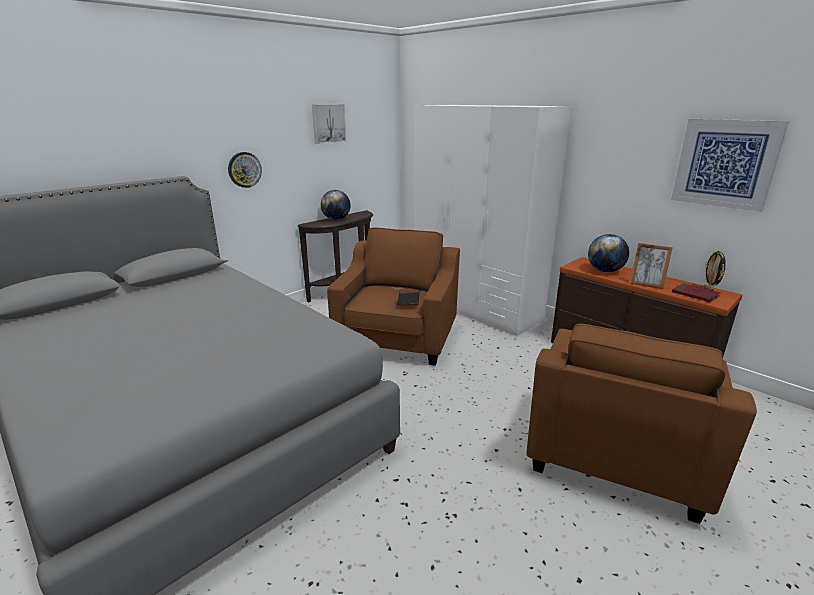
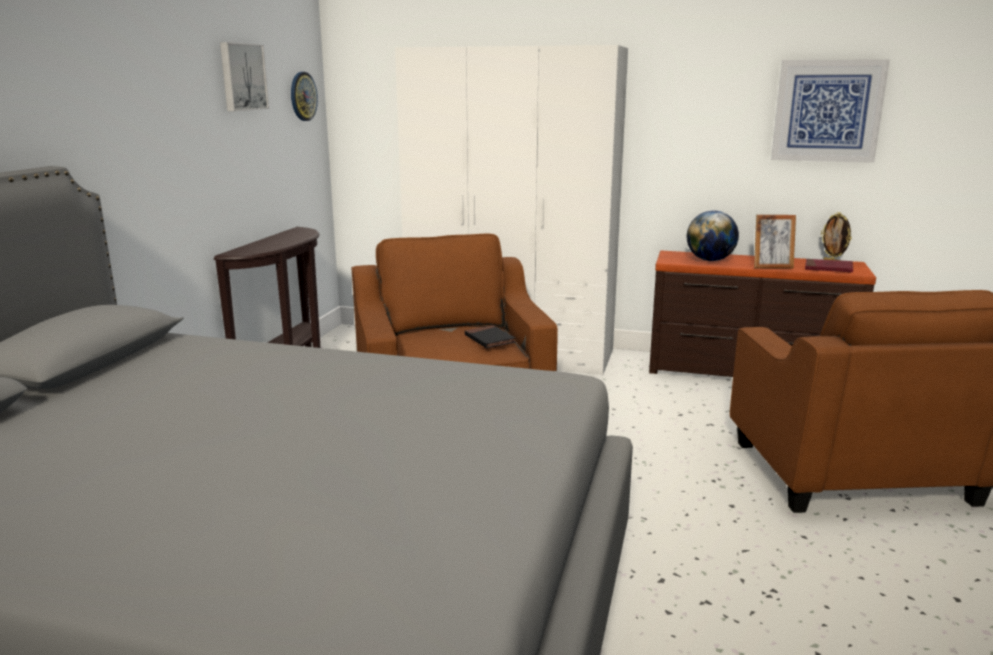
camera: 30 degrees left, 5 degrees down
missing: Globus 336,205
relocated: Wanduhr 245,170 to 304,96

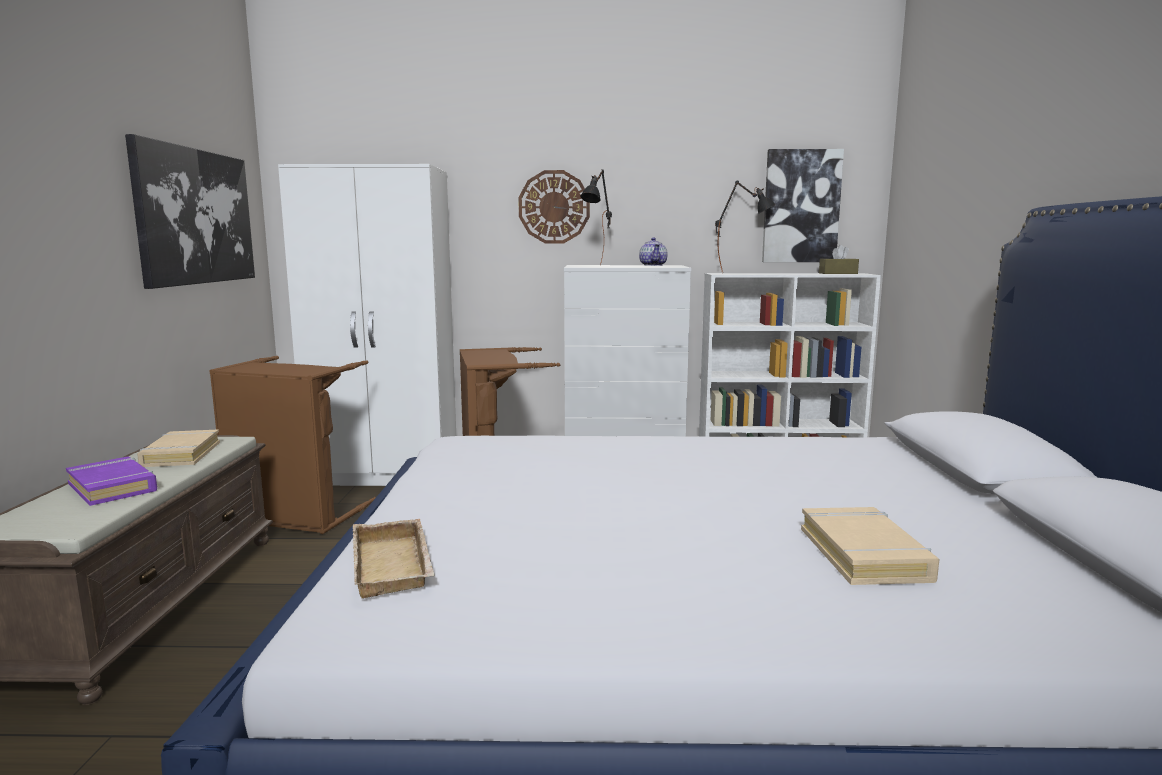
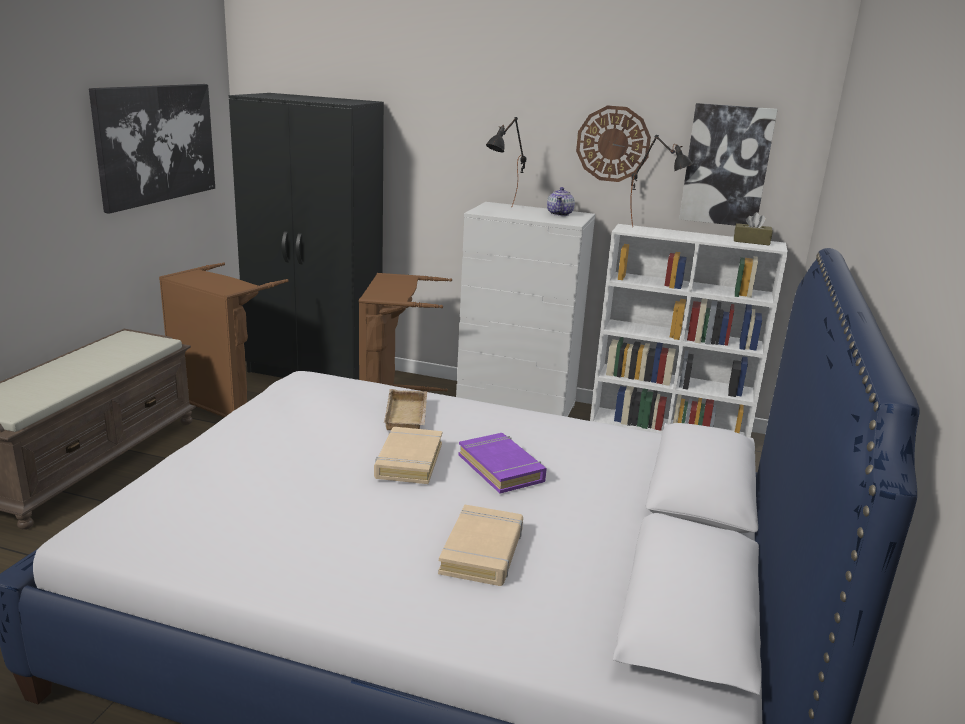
camera: 15 degrees right, 10 degrees up
relocated: Buch/beige 178,448 to 408,455; Tablett/beige 394,559 to 405,409; Buch/lila 111,481 to 503,463; Wanduhr 554,206 to 613,144
colour: Kleiderschrank/weiß 367,325 to Kleiderschrank/schwarz 306,236

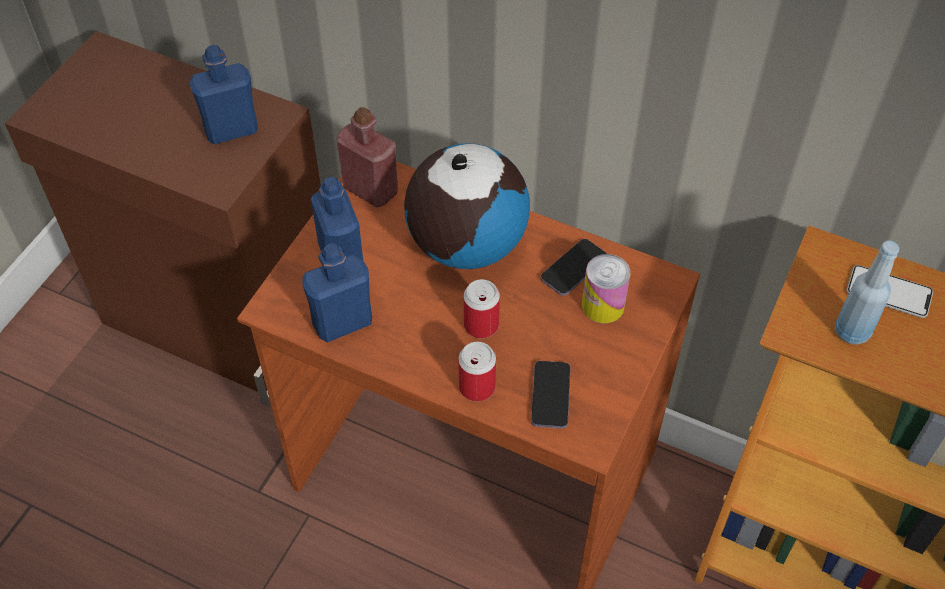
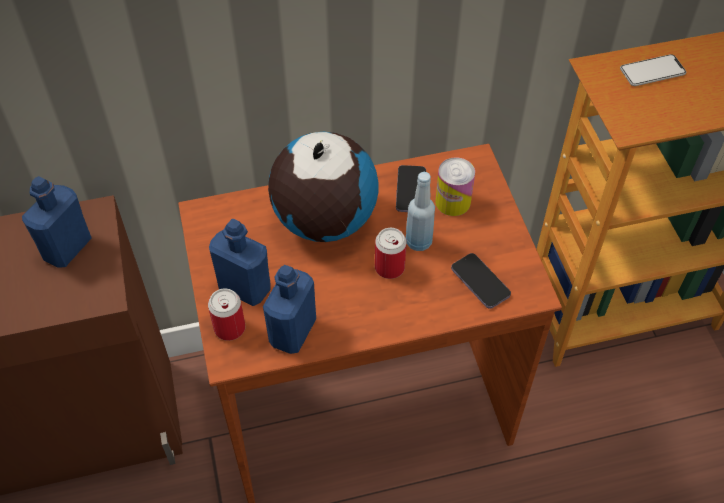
camera: 40 degrees left, 0 degrees up
missing: Flasche/rot 367,157
relocated: Dose 477,372 to 226,314; Flasche/blau 867,293 to 420,211

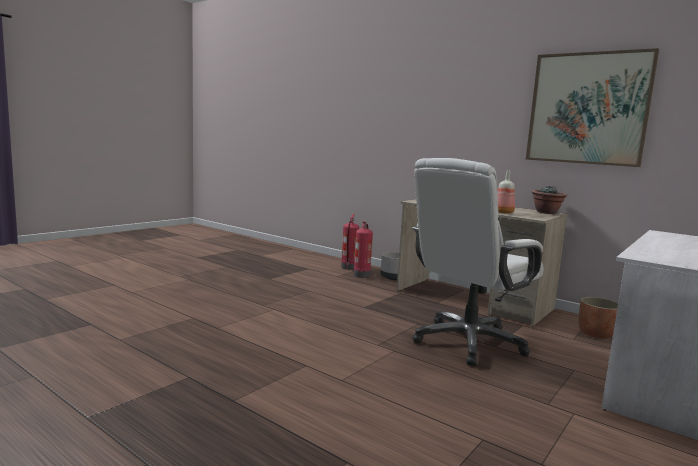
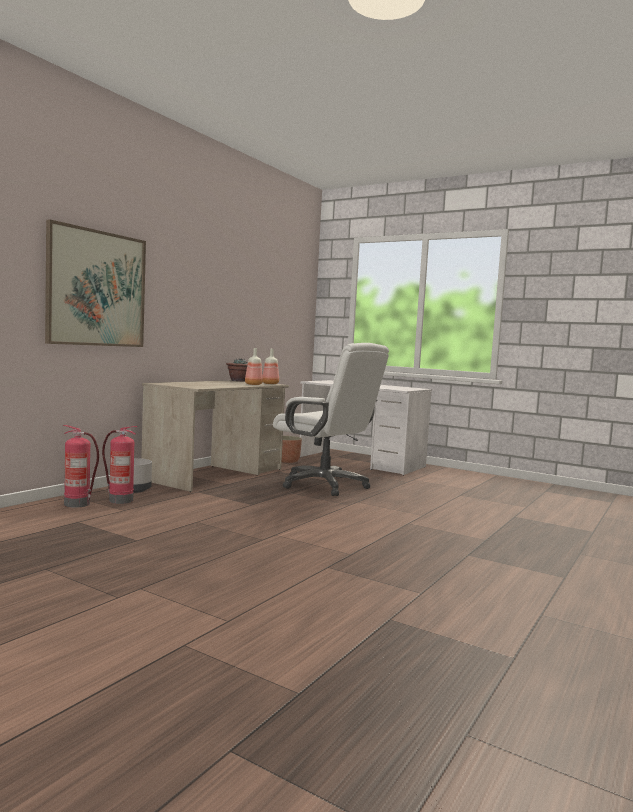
camera: 95 degrees left, 5 degrees down
appeared: Flasche 271,366
relocated: Bild 592,107 to 95,283

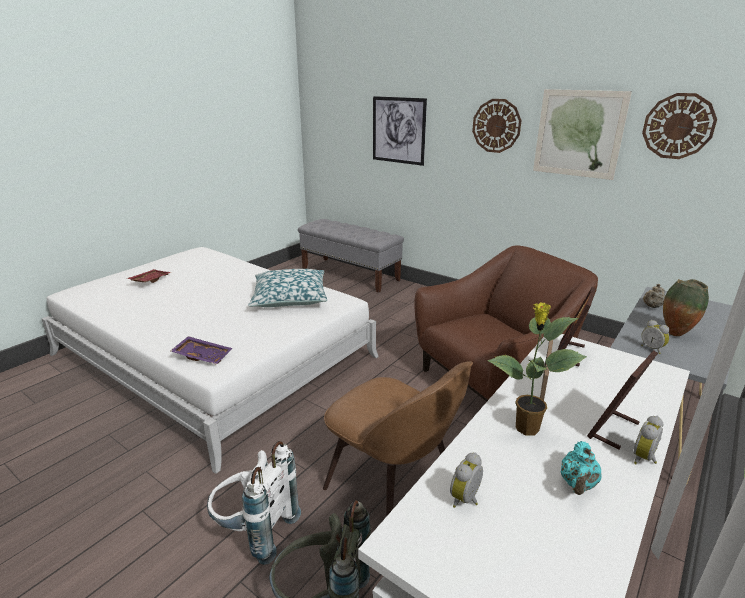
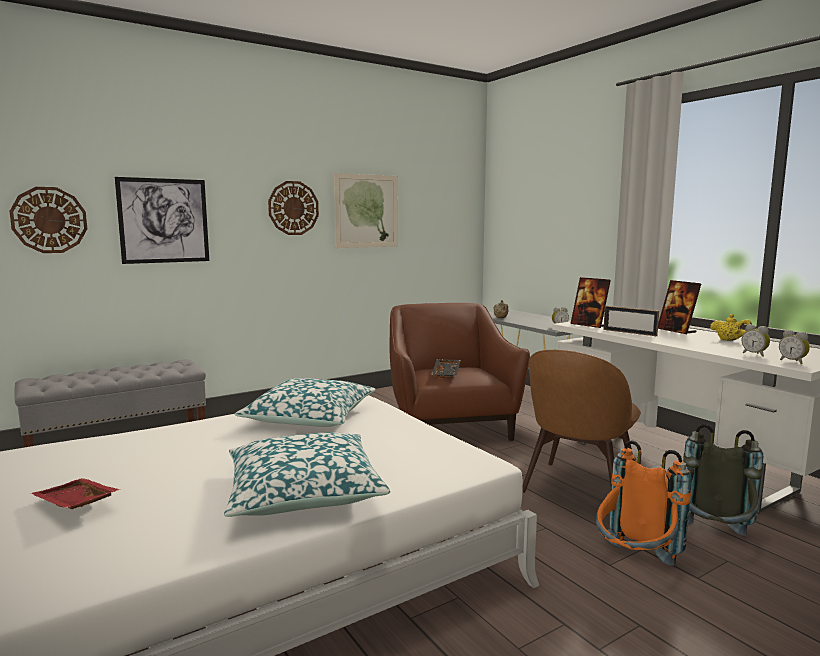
camera: 70 degrees left, 15 degrees down
missing: Tablett/lila 201,350; Topfpflanze 537,369; Vase 686,307
appeared: Kissen 307,474; Tablett/schwarz 446,368
relocated: Wanduhr 679,126 to 48,220; Wecker 648,440 to 794,347
colour: Rucksack/weiß 254,503 to Rucksack/orange 644,503; Teekanne/türkis 581,468 to Teekanne/gelb 731,327
spun: Stuhl/braun 398,439 = 581,421 150 degrees clockwise

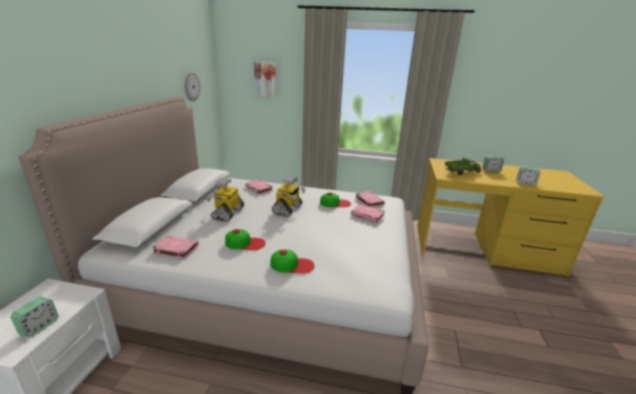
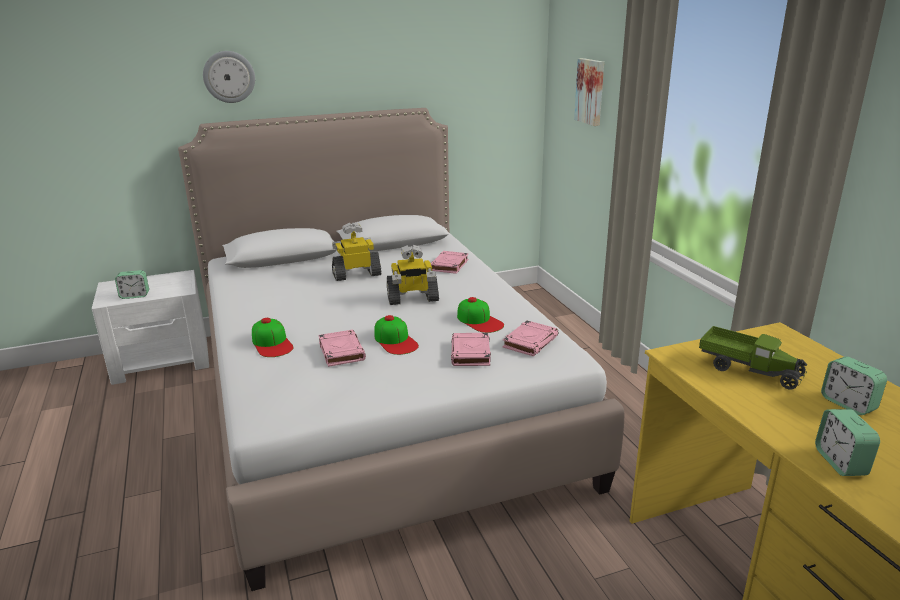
camera: 60 degrees right, 0 degrees up
relocated: Wanduhr 192,87 to 229,77; Buch/rosa 175,247 to 342,348; Kappe 245,239 to 396,335

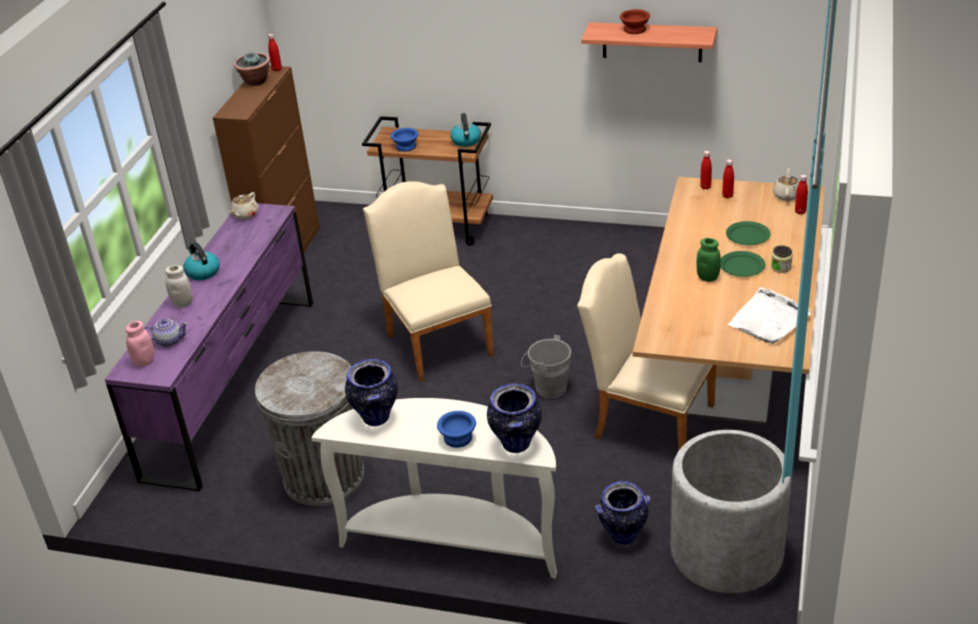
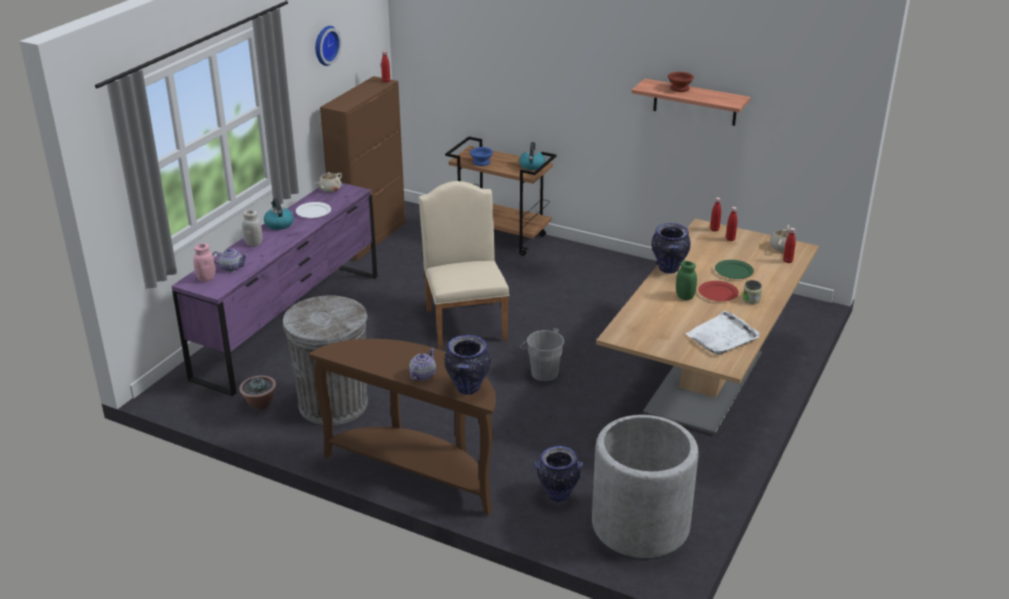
camera: 10 degrees right, 5 degrees down
missing: Stuhl/beige 646,352
appeared: Teller/weiß 313,210; Wanduhr 328,46
relocated: Topfpflanze 251,69 to 257,393; Vase 371,392 to 671,248
exchanged: Schüssel/blau 456,429 to Teekanne 422,364
colour: Konsolentisch/weiß 434,488 to Konsolentisch/braun 402,427; Teller/grün 742,264 to Teller/rot 719,291

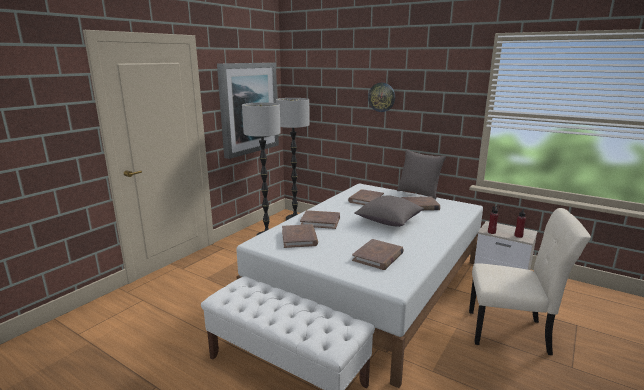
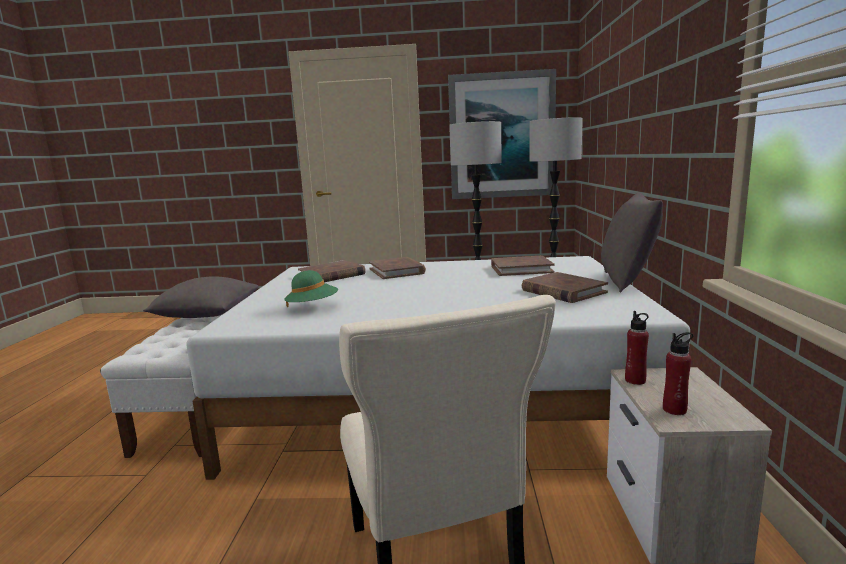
camera: 60 degrees right, 5 degrees down
missing: Wanduhr 381,97
relocated: Kissen/grau 389,211 to 201,297
exchanged: Buch/braun 378,254 to Hut/grün 311,288

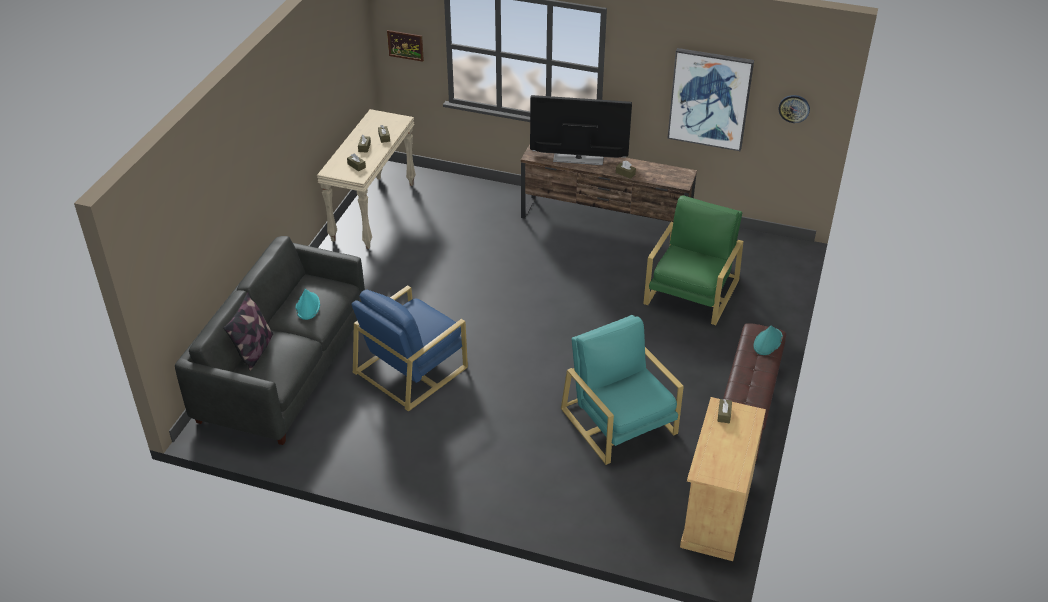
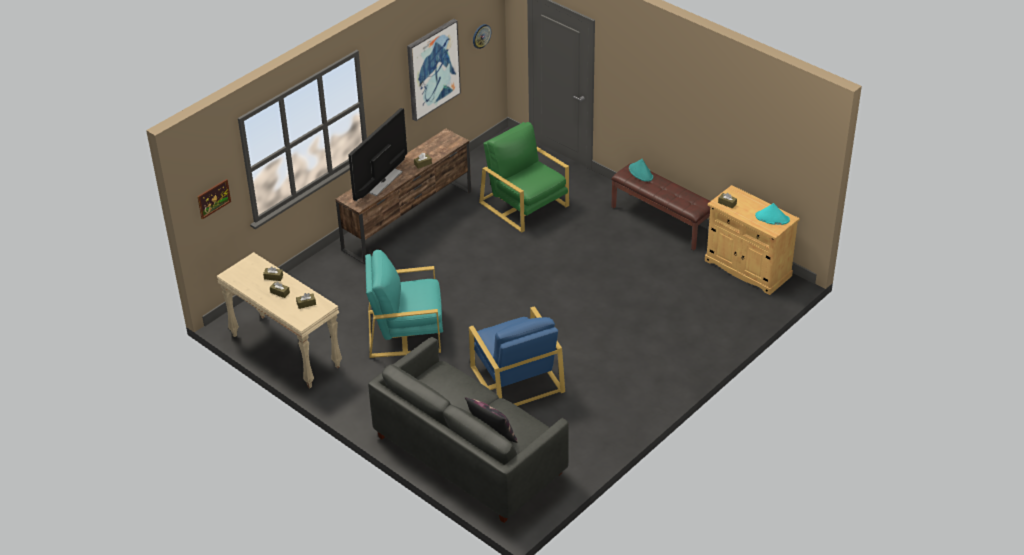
camera: 65 degrees left, 0 degrees up
relocated: Sessel/türkis 622,390 to 404,304; Hut/türkis 308,304 to 772,214

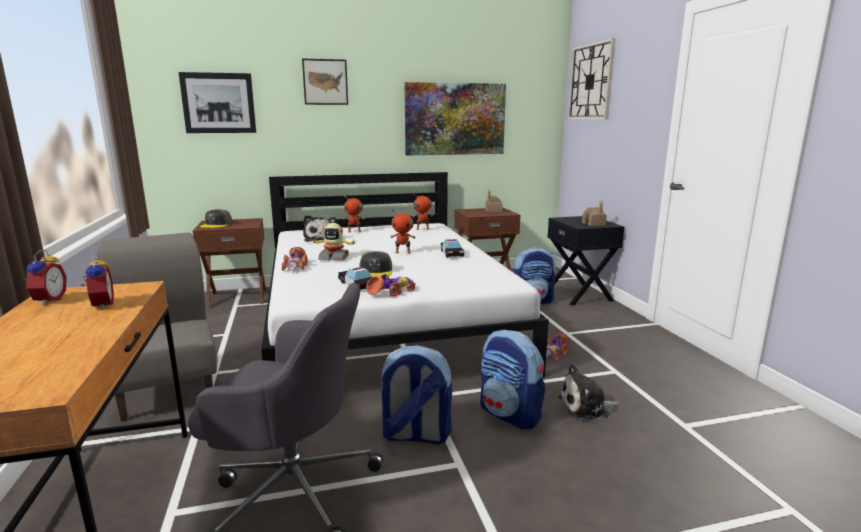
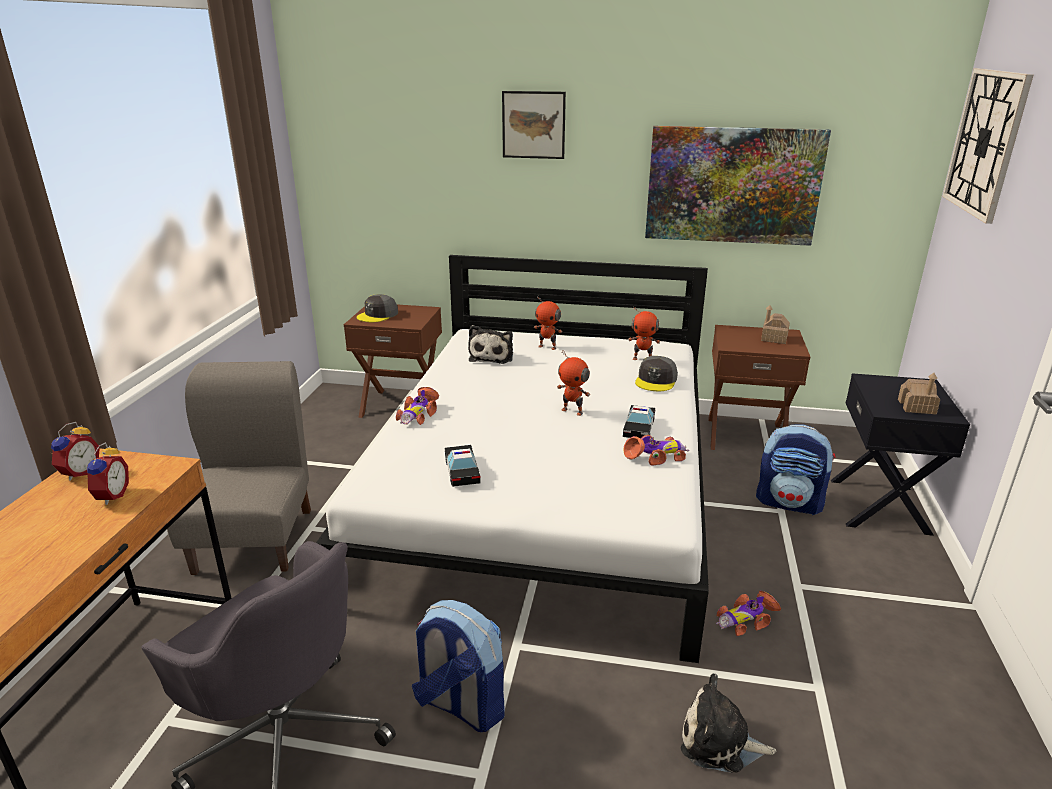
camera: 25 degrees right, 10 degrees up
missing: Bild 217,102; Spielzeugroboter 333,241; Rucksack 512,380
relocated: Spielzeugauto 391,285 to 656,450; Kappe/grau 375,264 to 656,373

